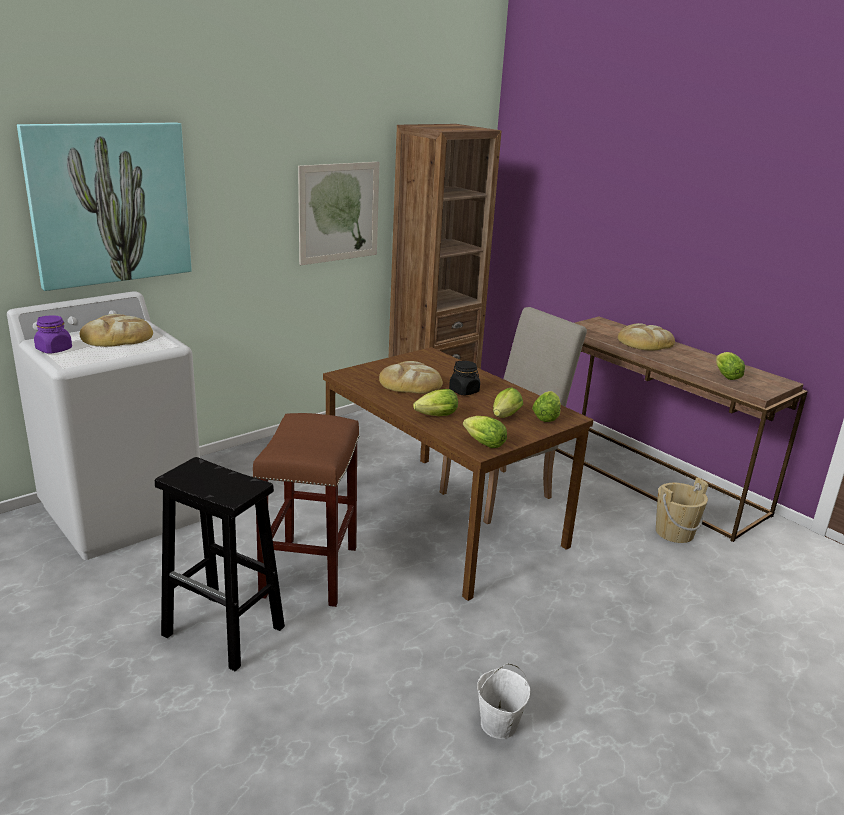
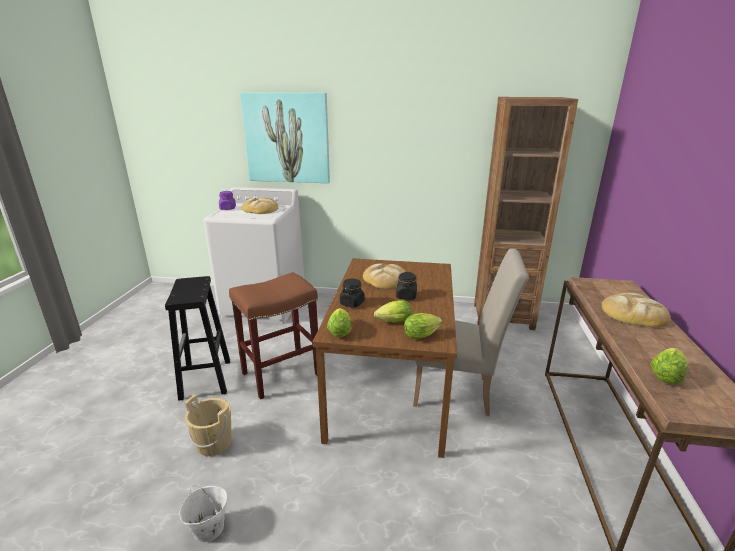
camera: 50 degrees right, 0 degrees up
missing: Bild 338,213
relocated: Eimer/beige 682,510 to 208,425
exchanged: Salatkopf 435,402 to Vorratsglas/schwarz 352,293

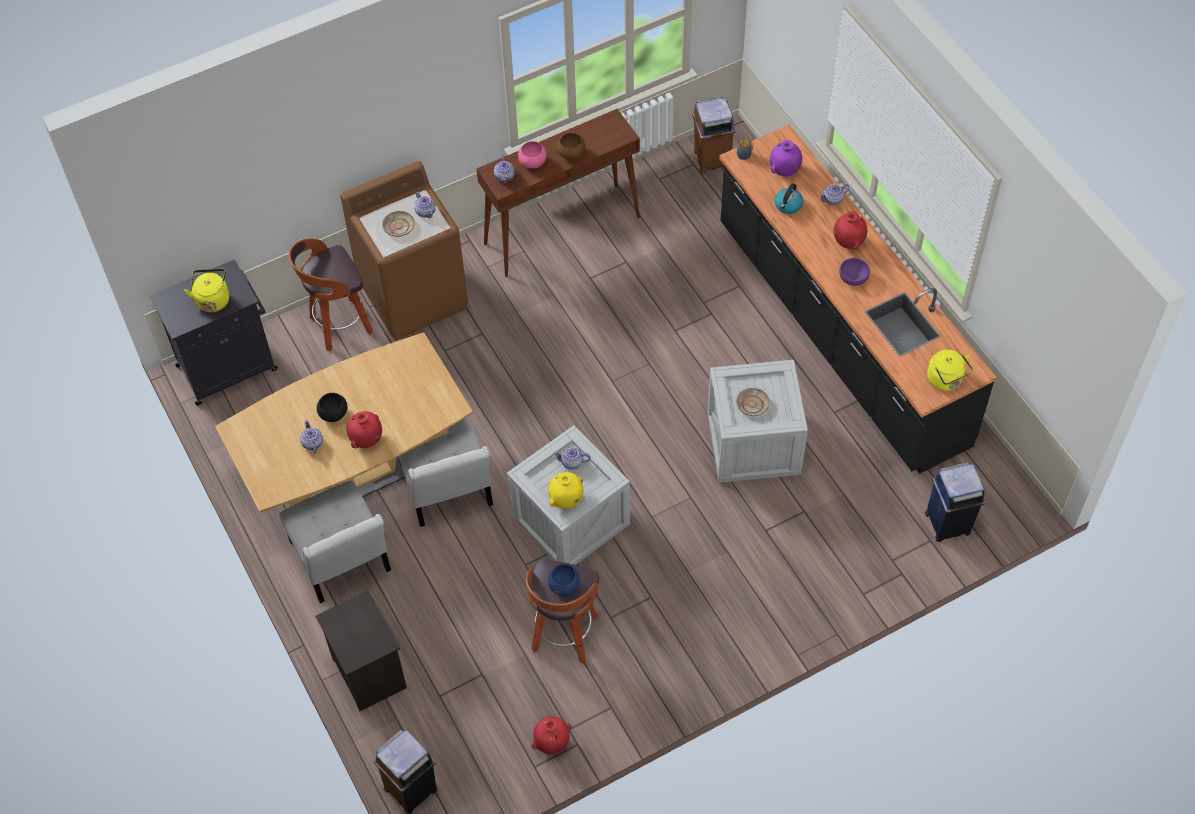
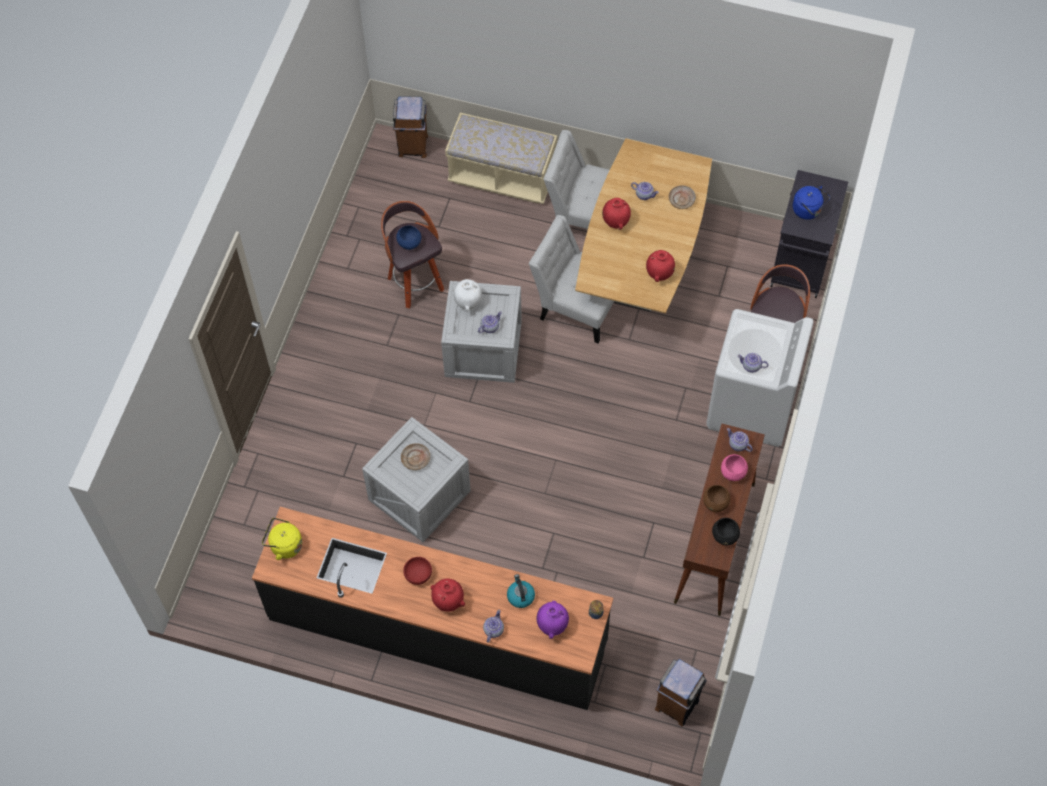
camera: 135 degrees right, 5 degrees up
missing: Mülleimer/blau 955,502
relocated: Vase/rot 551,735 to 660,266; Teller/beige 398,224 to 682,197; Schüssel/schwarz 332,407 to 726,531
exchanged: Nachttisch/schwarz 361,650 to Bank/beige 501,158
colour: Schüssel/lila 854,272 to Schüssel/rot 417,571; Vase/gelb 565,490 to Vase/weiß 467,295; Waschmaschine/braun 404,250 to Waschmaschine/weiß 760,378; Wasserkessel/gelb 206,290 to Wasserkessel/blau 811,203

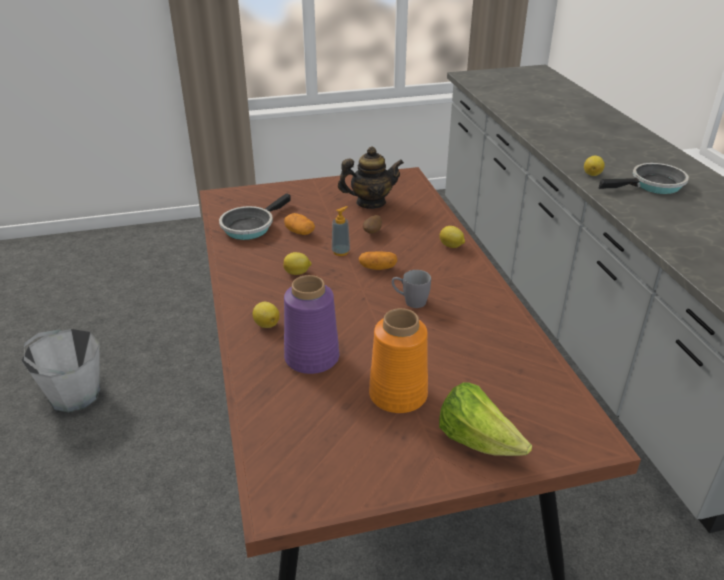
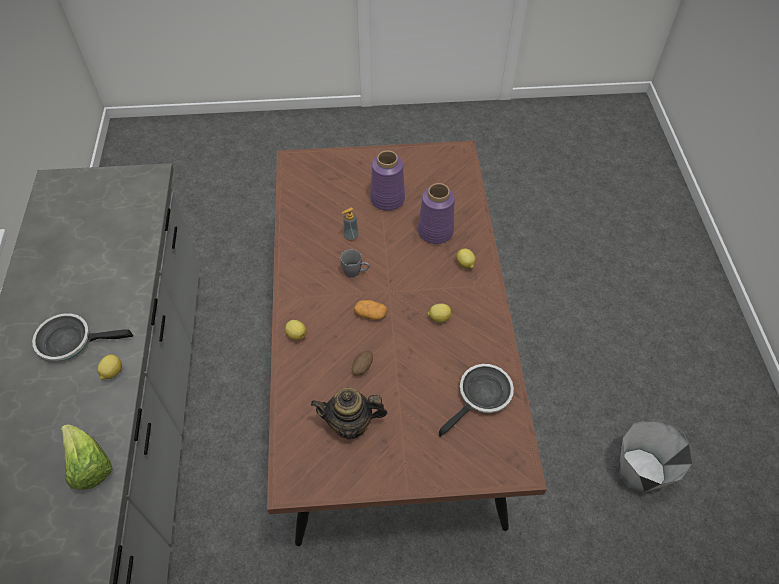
camera: 170 degrees left, 20 degrees up
missing: Kartoffel 299,224
relocated: Salatkopf 485,419 to 86,457; Seifenspender 341,231 to 350,224
colour: Vase/orange 398,360 to Vase/lila 387,181

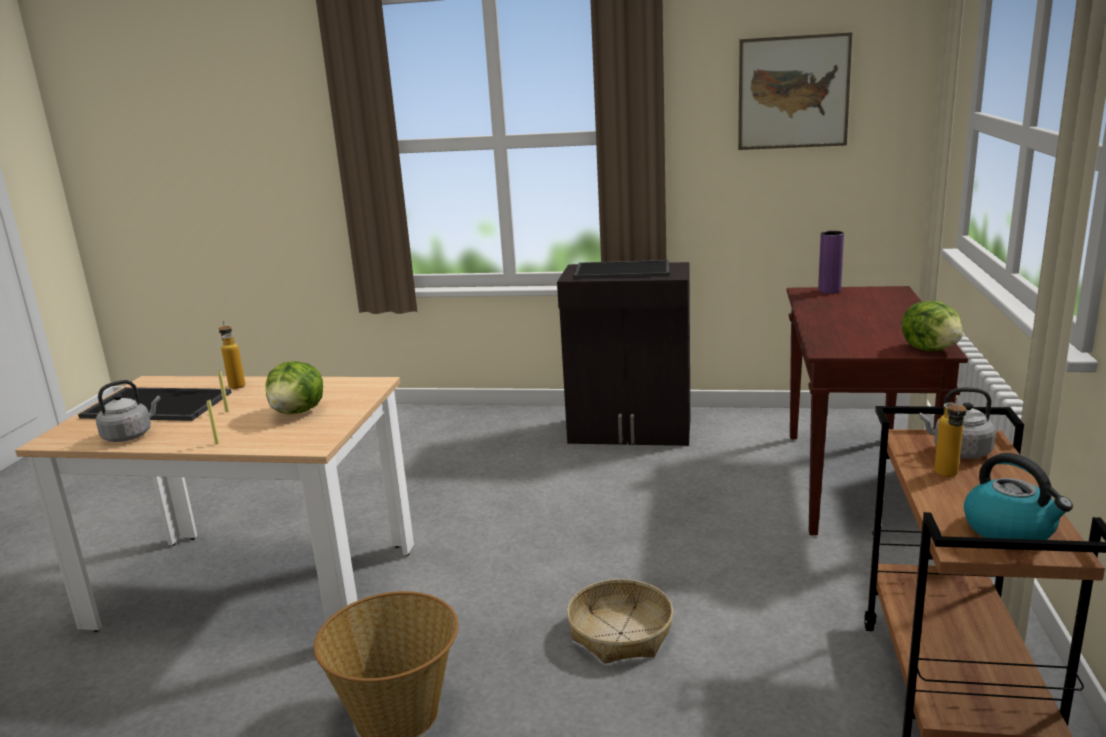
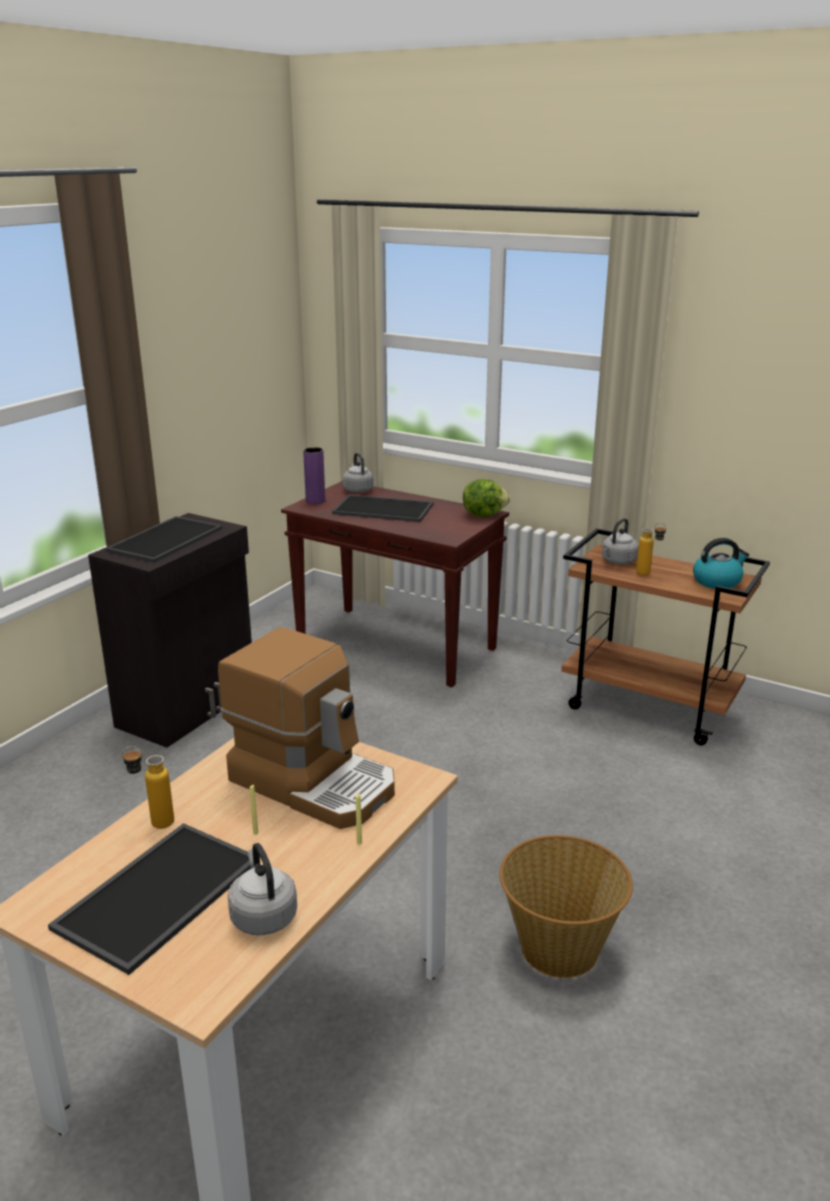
camera: 70 degrees left, 5 degrees up
missing: Korb 620,621; Bild 795,91
appeared: Tablett 382,508; Wasserkessel/grau 358,473
exchanged: Salatkopf 294,387 to Kaffeemaschine 306,728

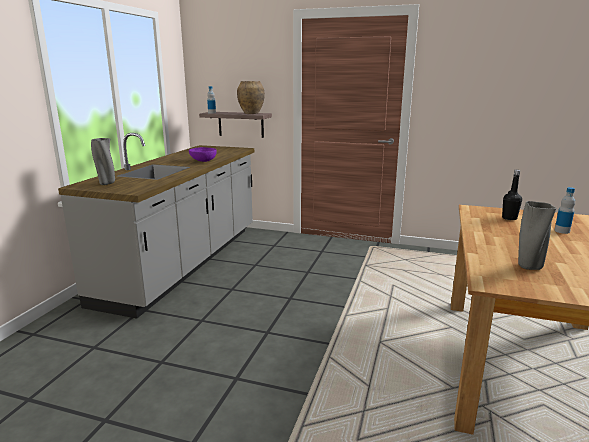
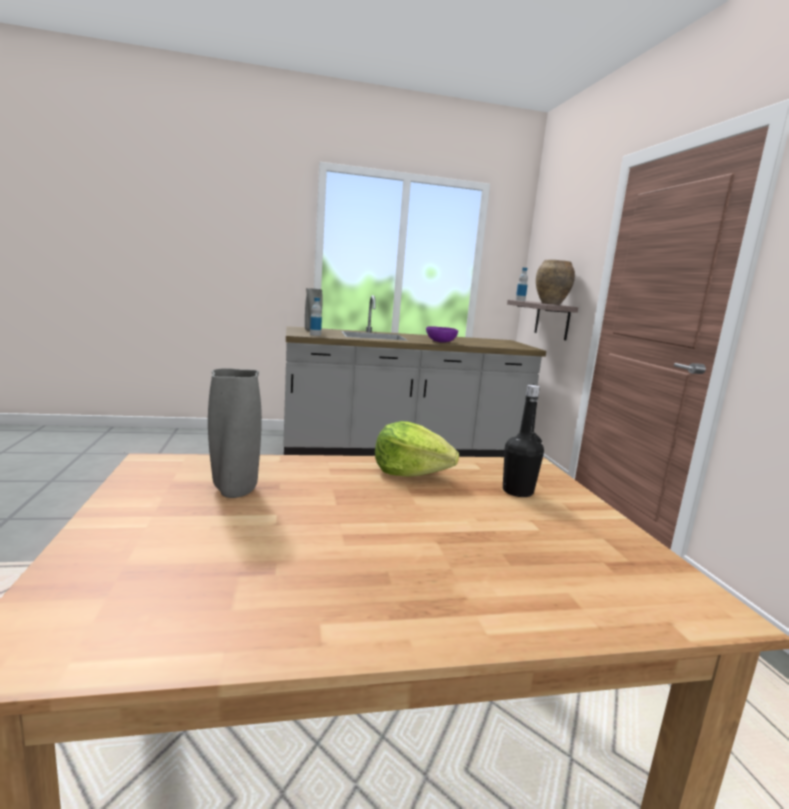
camera: 60 degrees right, 5 degrees down
appeared: Salatkopf 417,449
relocated: Flasche 565,210 to 316,317

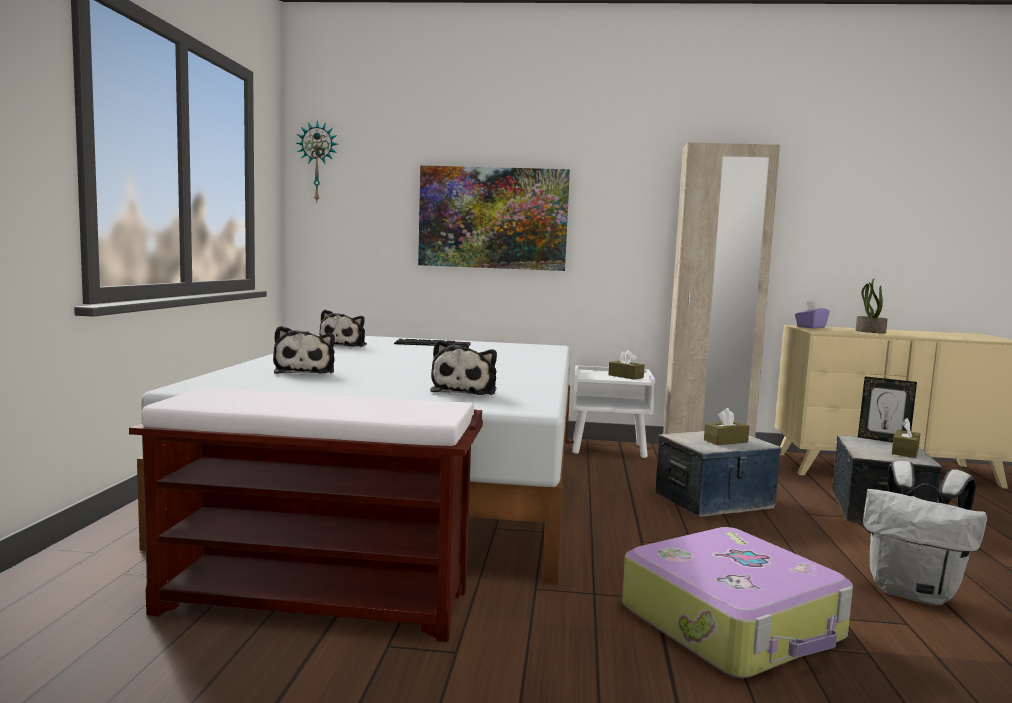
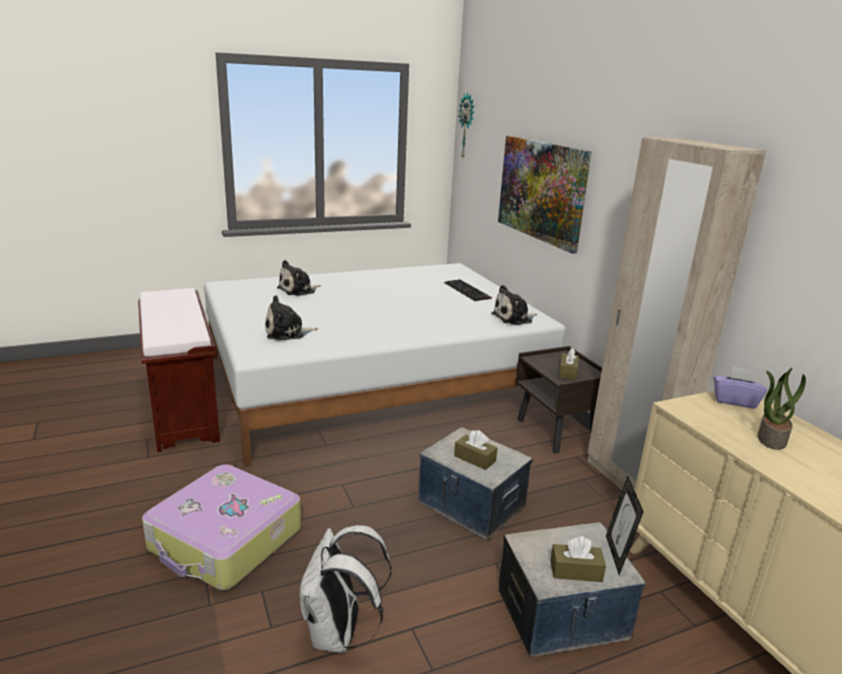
camera: 60 degrees right, 15 degrees up
relocated: Plüschtier 343,328 to 514,305
colour: Nachttisch/weiß 613,411 to Nachttisch/braun 559,400

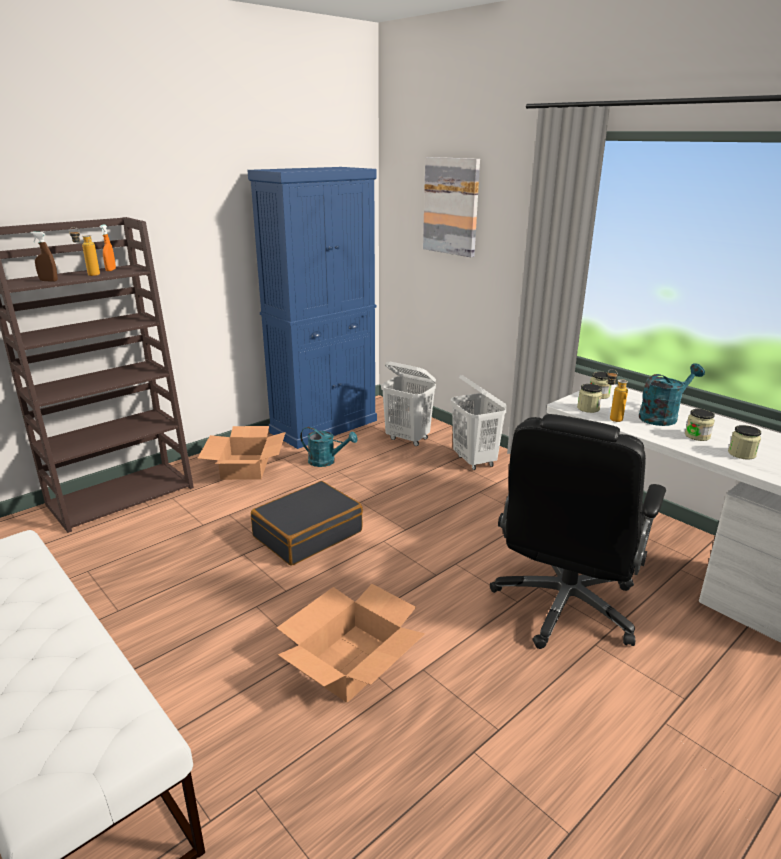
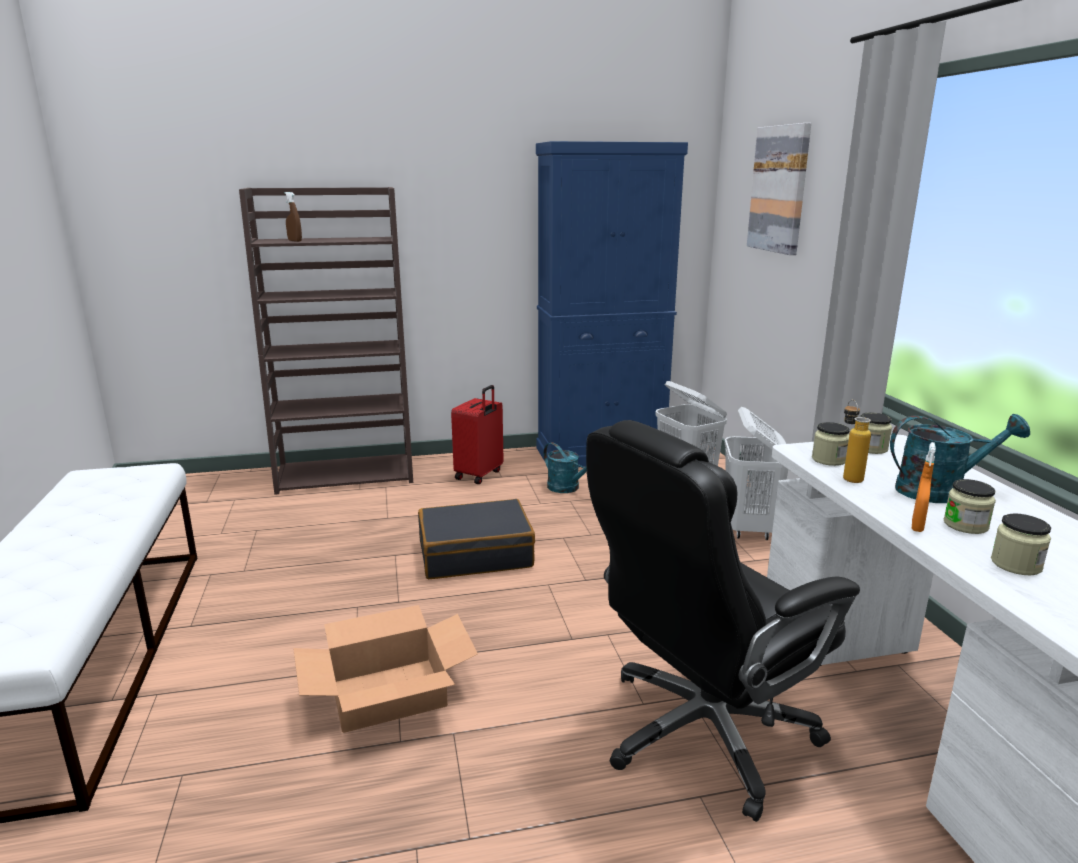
camera: 30 degrees right, 5 degrees down
missing: Flasche 84,251
relocated: Sprühflasche/orange 108,247 to 924,487
exchanged: Karton 242,453 to Koffer/rot 477,434

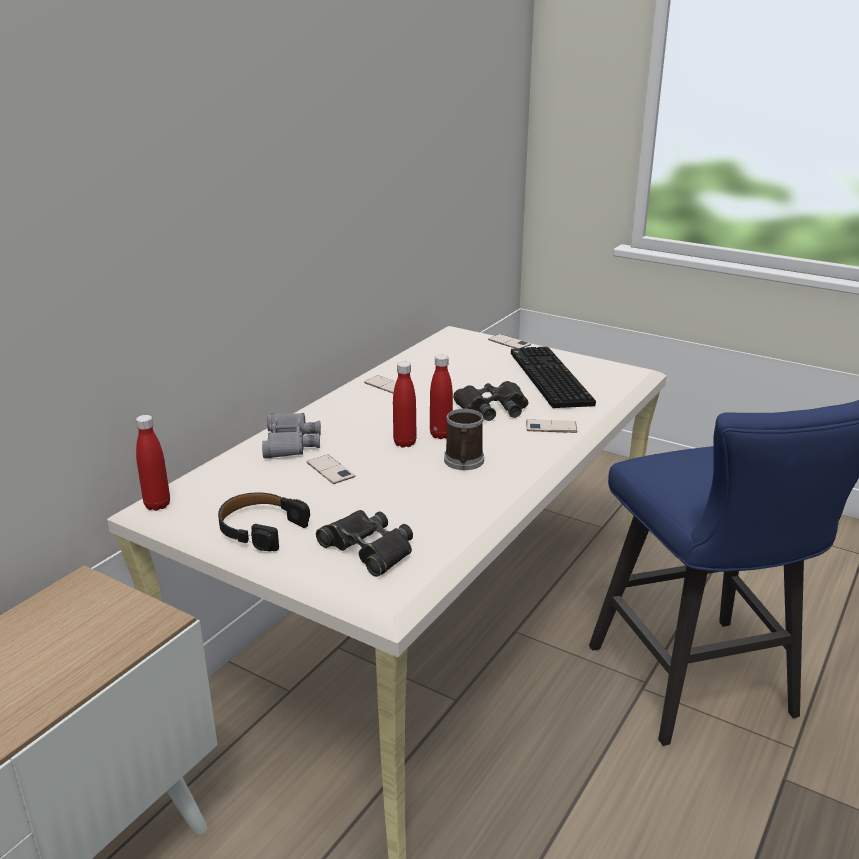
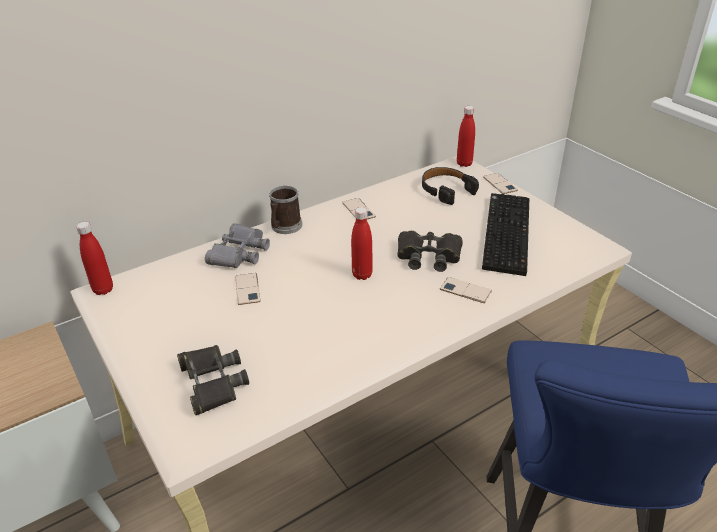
camera: 25 degrees right, 10 degrees up
relocated: Henkelbecher 464,439 to 285,210; Kopfhörer/schwarz 264,521 to 450,186; Flasche/rot 405,405 to 466,136

